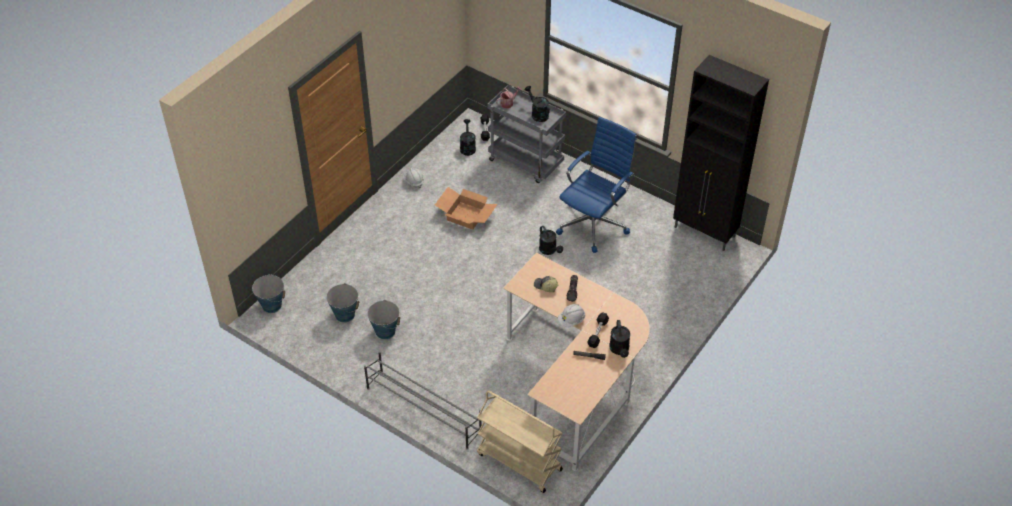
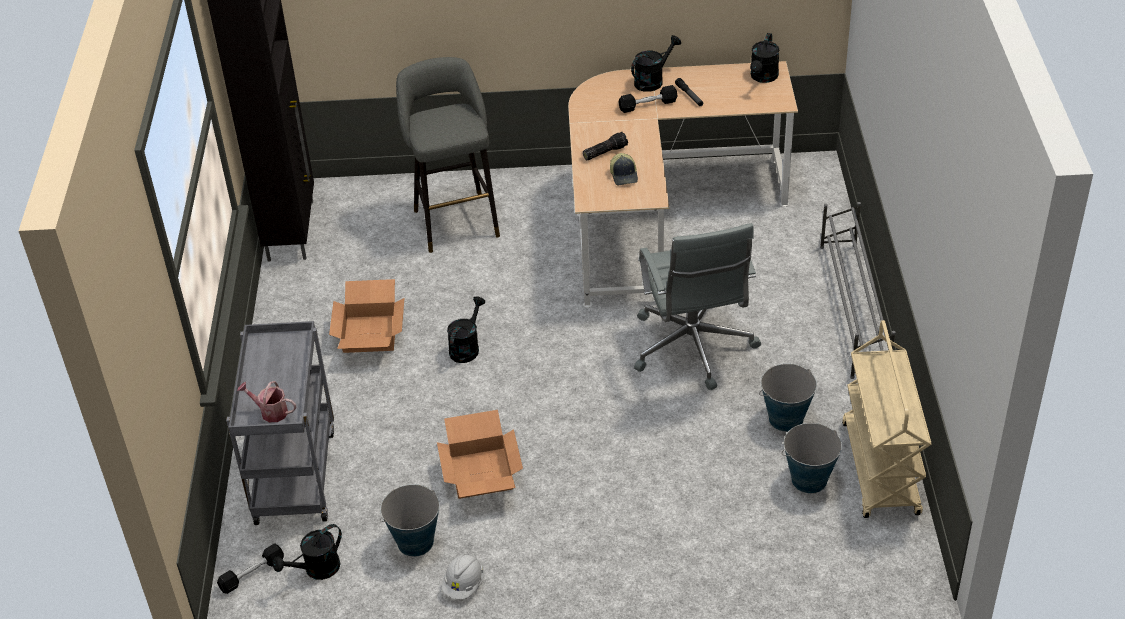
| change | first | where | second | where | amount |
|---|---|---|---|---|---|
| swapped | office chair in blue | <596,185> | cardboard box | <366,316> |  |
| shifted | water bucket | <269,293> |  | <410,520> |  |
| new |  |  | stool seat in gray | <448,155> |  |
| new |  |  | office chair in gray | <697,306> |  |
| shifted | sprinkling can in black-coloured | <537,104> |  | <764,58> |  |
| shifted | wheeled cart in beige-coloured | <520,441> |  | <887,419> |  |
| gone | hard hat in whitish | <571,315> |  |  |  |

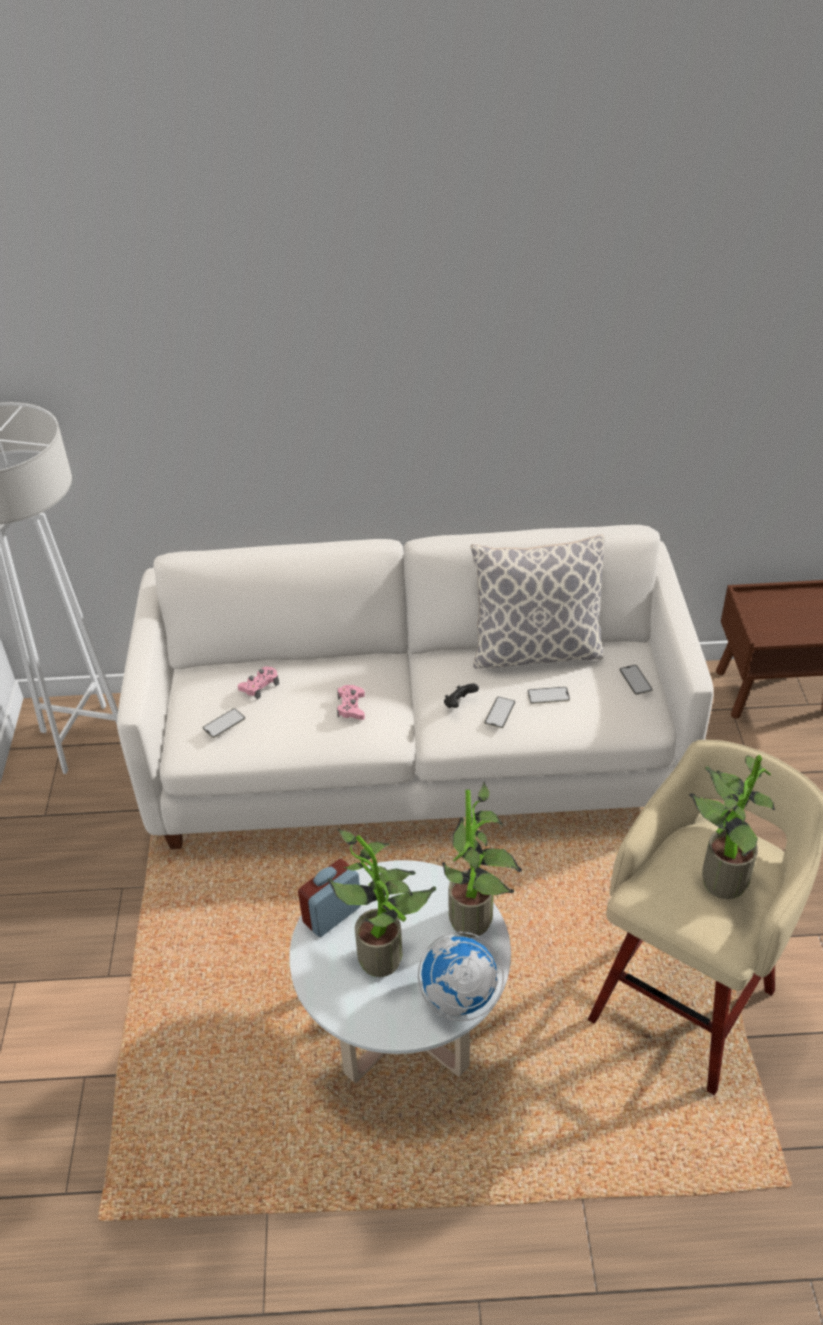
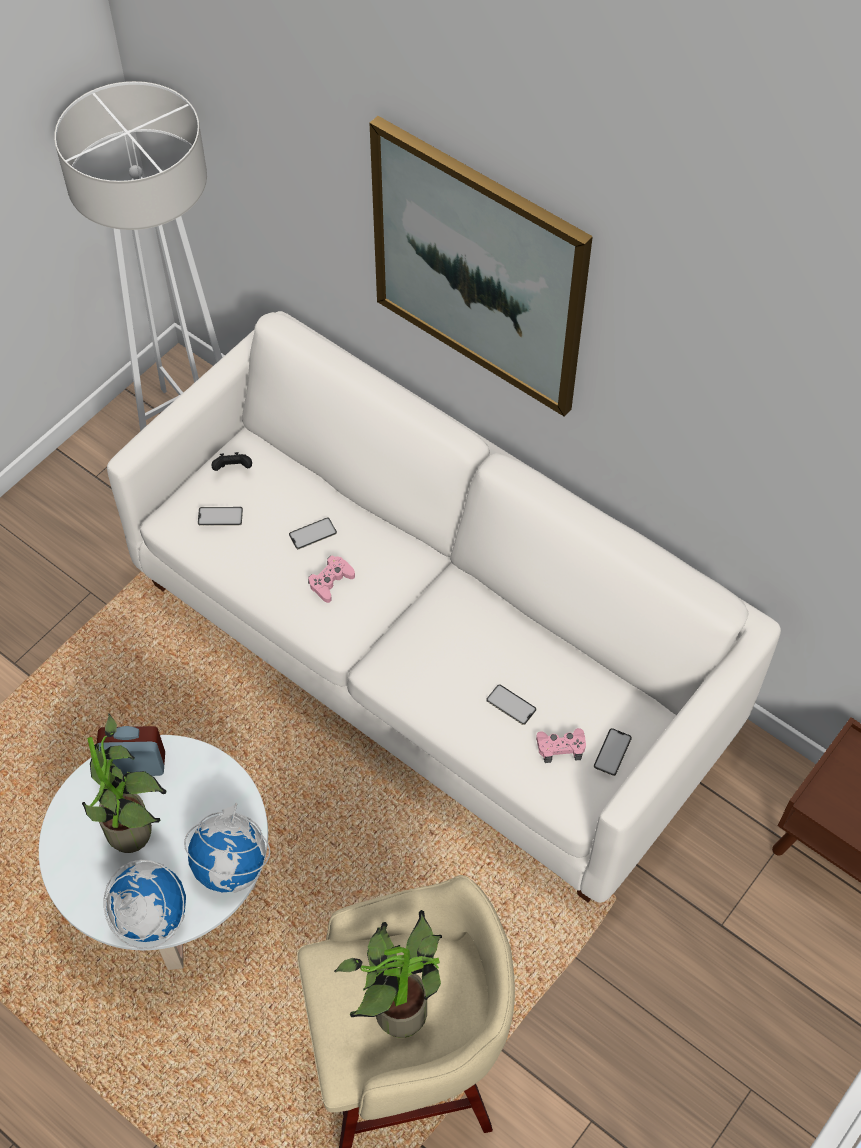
| change | first | where | second | where | amount |
|---|---|---|---|---|---|
| swapped | potted plant | <482,859> | world globe | <227,848> |  |
| shifted | gamepad in black-coloured | <461,696> |  | <232,461> |  |
| shifted | telephone | <499,712> |  | <313,533> |  |
| new |  |  | wall art | <481,266> |  |
| shifted | gamepad in pinkish | <258,682> |  | <561,745> |  |
| gone | pillow | <538,601> |  |  |  |

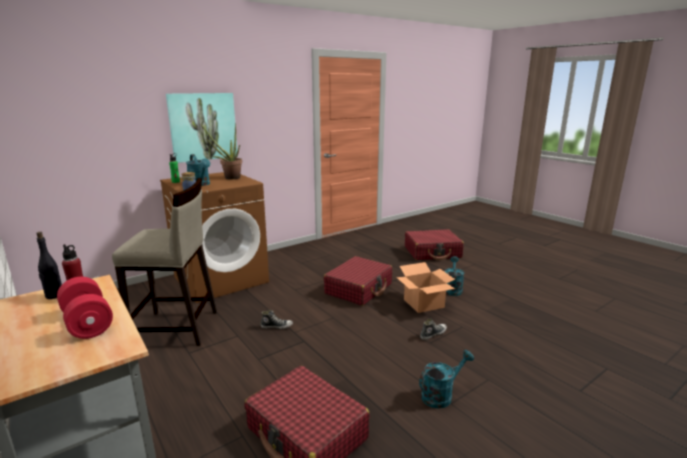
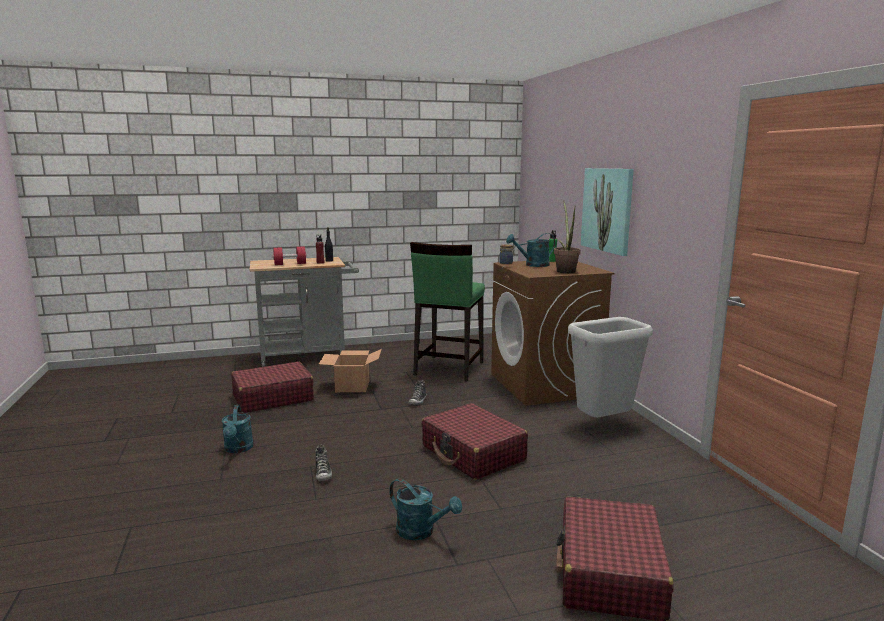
| change | first | where | second | where | amount |
|---|---|---|---|---|---|
| shifted | cardboard box | <425,287> |  | <350,370> |  |
| repainted | stool seat in beige-coloured | <164,262> | stool seat in greenish | <447,311> |  |
| new |  |  | waste bin in gray | <610,367> |  |

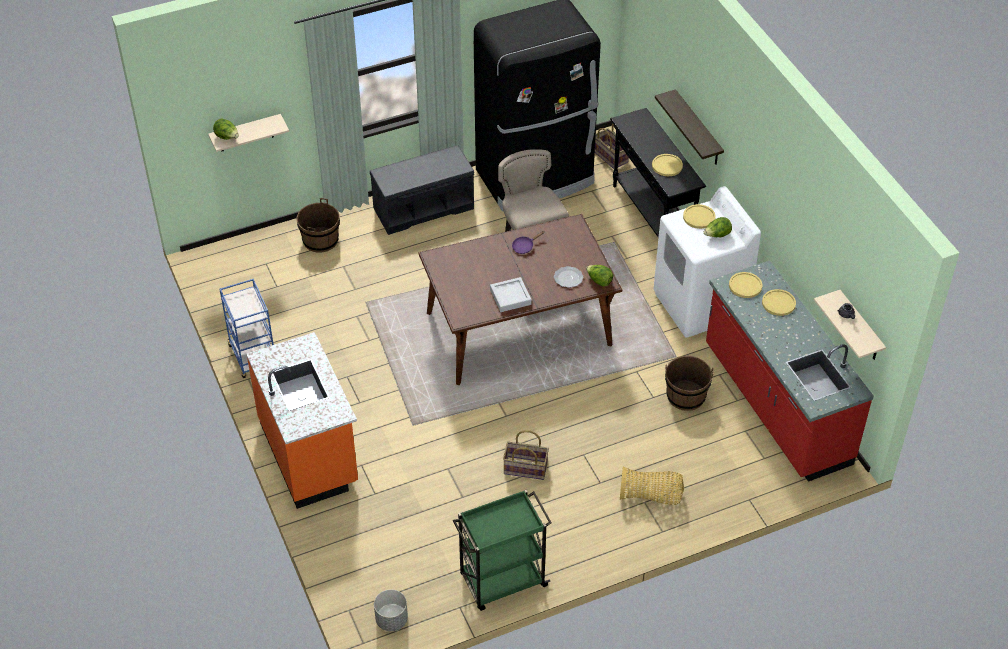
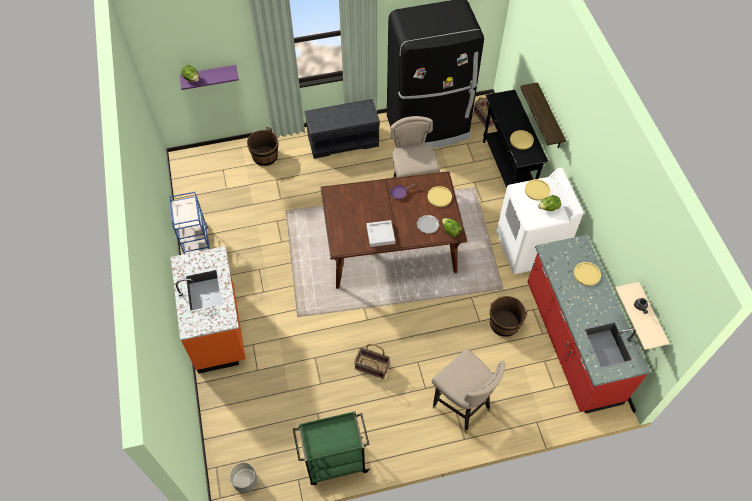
| change | first | where | second | where | amount |
|---|---|---|---|---|---|
| repainted | wall shelf in beige-coloured | <248,133> | wall shelf in purplish | <209,77> |  |
| shifted | dinner plate in yellow-coloured | <745,285> |  | <439,196> |  |
| swapped | storage basket | <652,485> | stool seat in beige-coloured | <468,391> |  |

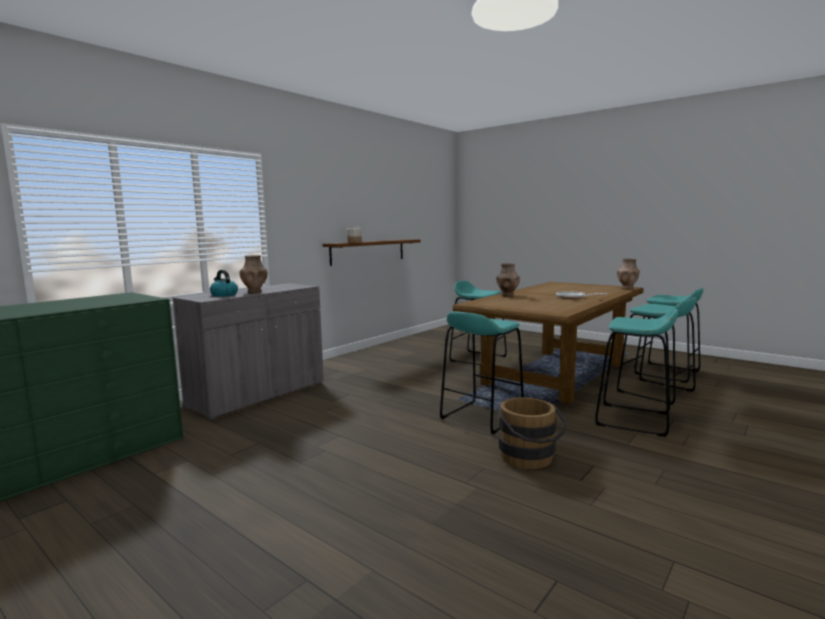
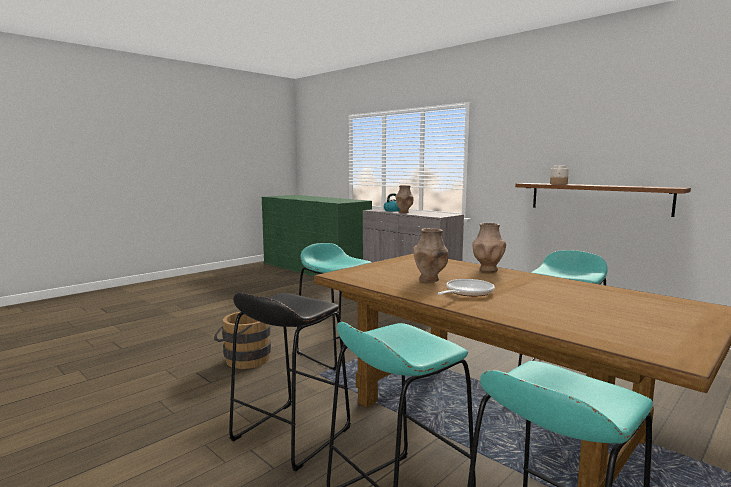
| change | first | where | second | where | amount |
|---|---|---|---|---|---|
| repainted | stool seat in blue-green | <637,372> | stool seat in black-coloured | <290,381> |  |
| shifted | vase in brown-coloured | <628,274> |  | <430,255> |  |

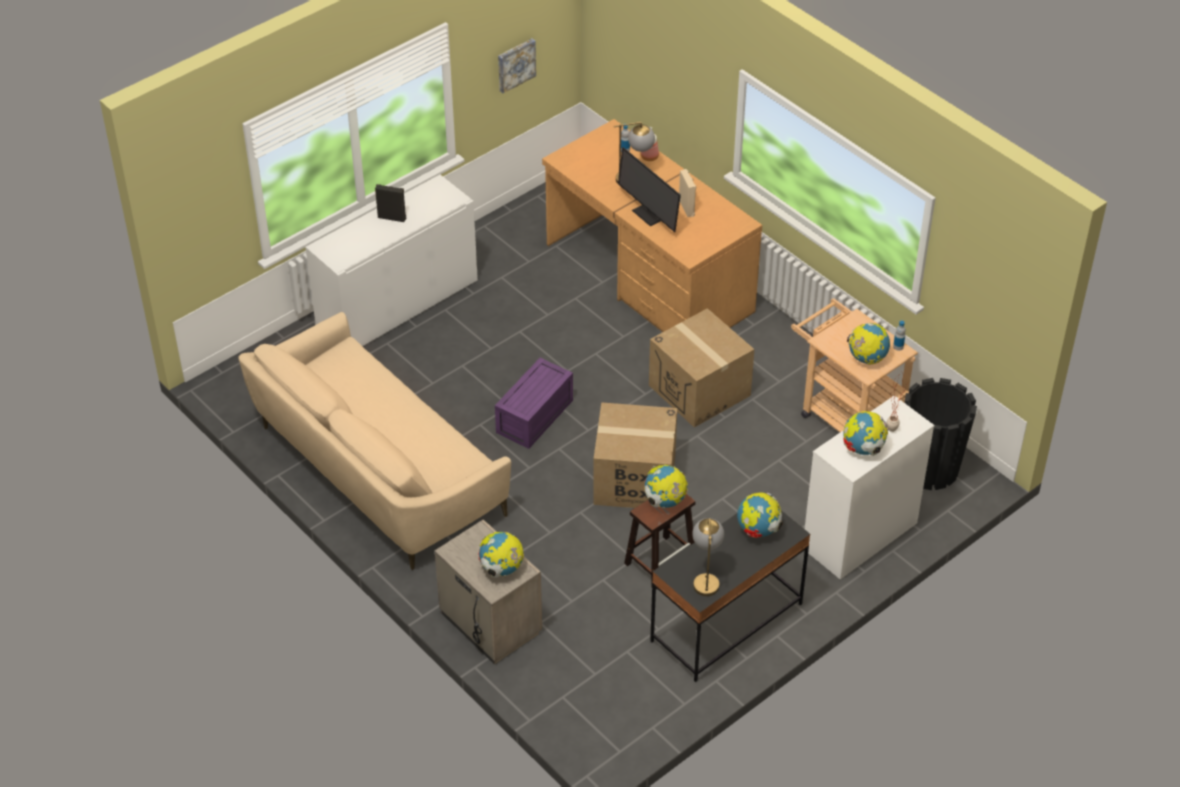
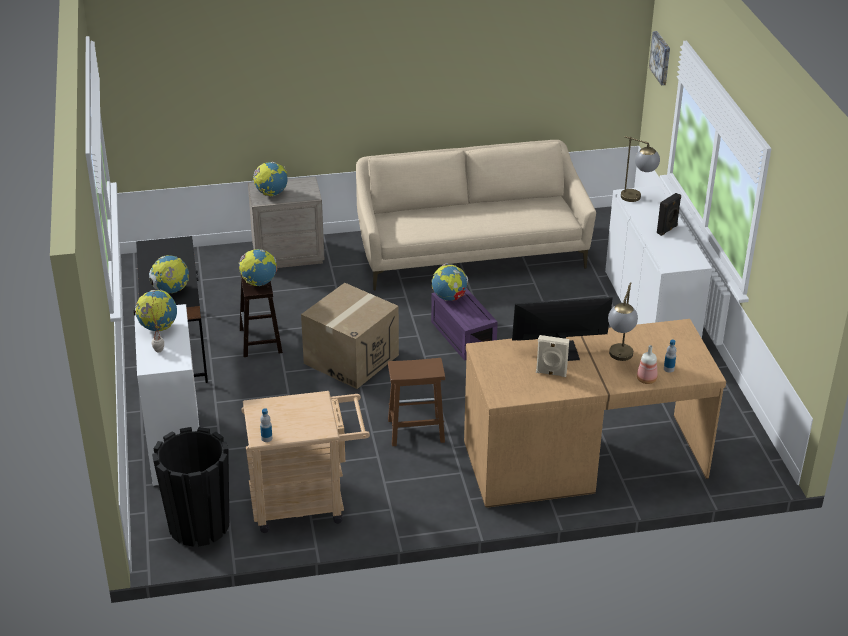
| change | first | where | second | where | amount |
|---|---|---|---|---|---|
| swapped | cardboard box | <701,368> | stool seat in brown-coloured | <416,402> |  |
| shifted | world globe | <868,343> |  | <450,282> |  |
| shifted | table lamp | <708,557> |  | <640,169> |  |
| shifted | wall art | <517,66> |  | <659,58> |  |

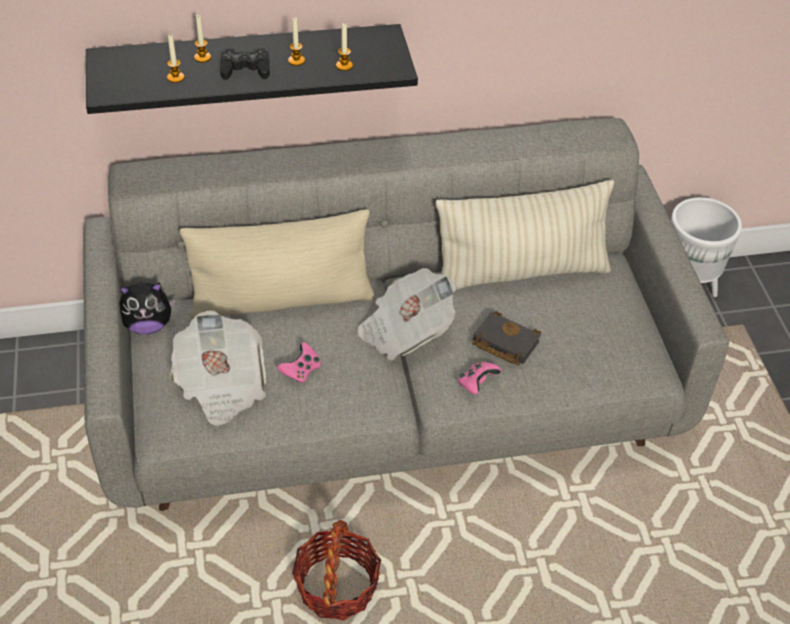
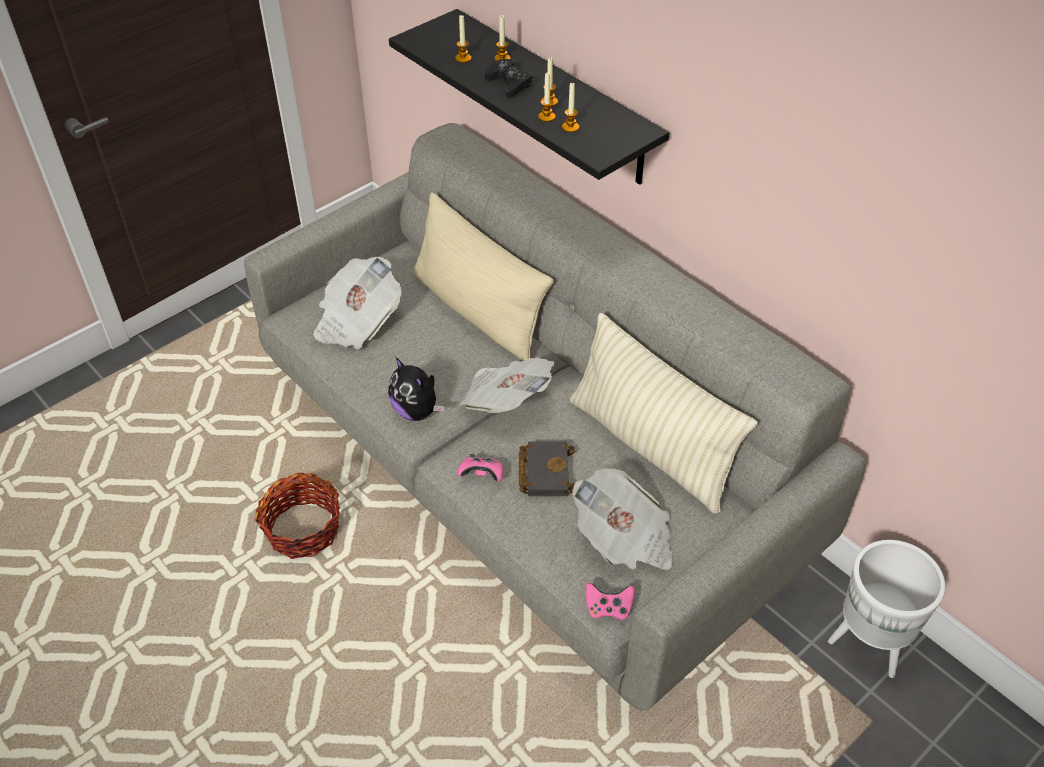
| change | first | where | second | where | amount |
|---|---|---|---|---|---|
| shifted | cuddly toy | <147,308> |  | <416,389> |  |
| new |  |  | wax candle | <546,97> |  |
| new |  |  | newspaper | <623,519> |  |
| shifted | gamepad in pinkish | <299,362> |  | <610,601> |  |

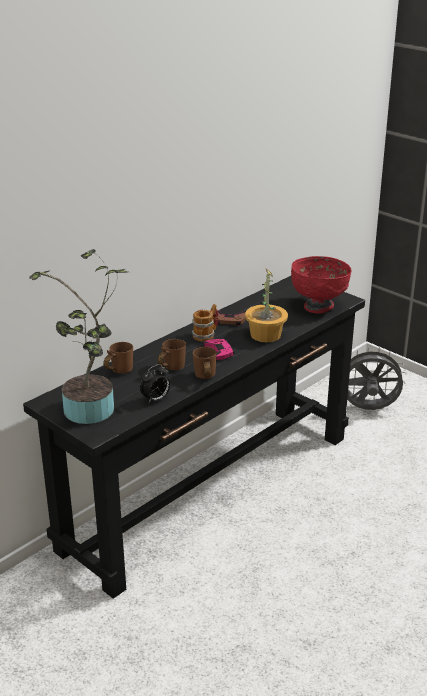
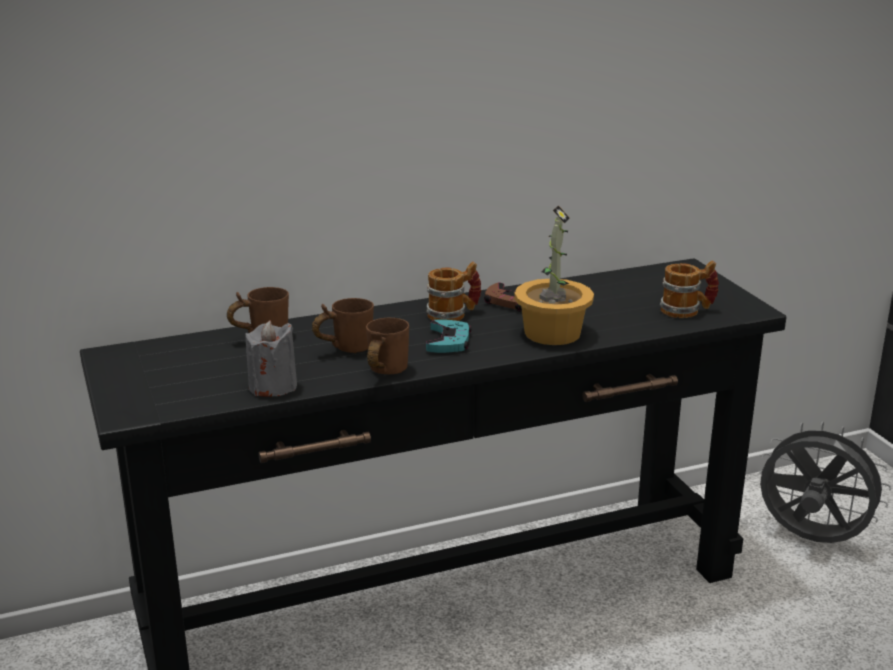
| change | first | where | second | where | amount |
|---|---|---|---|---|---|
| swapped | bedside clock | <155,383> | wax candle in gray | <271,358> |  |
| repainted | gamepad in pinkish | <219,349> | gamepad in blue-green | <448,336> |  |
| swapped | deep dish in red | <321,284> | coffee mug | <689,289> |  |
| gone | potted plant | <78,336> |  |  |  |

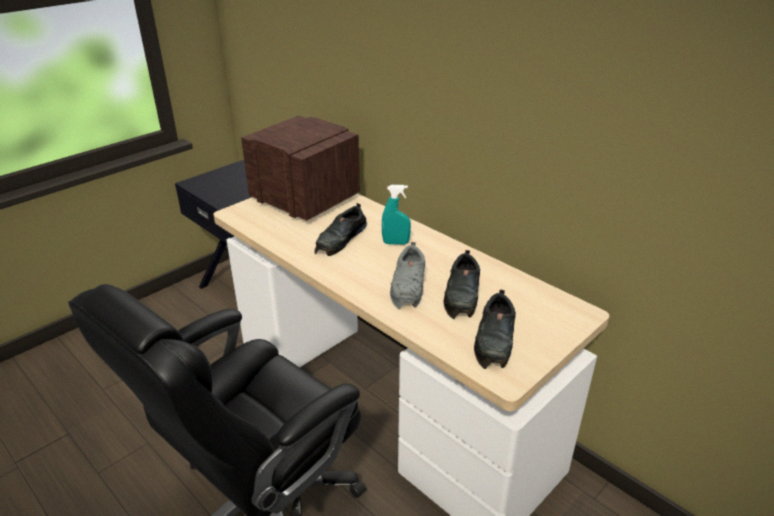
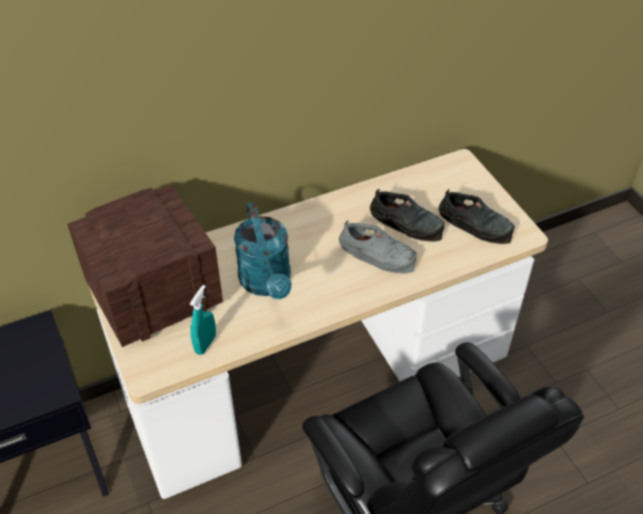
| change | first | where | second | where | amount |
|---|---|---|---|---|---|
| shifted | spray bottle in blue-green | <396,215> |  | <203,320> |  |
| swapped | item of footwear in black-coloured | <340,229> | sprinkling can in blue-green | <263,250> |  |

